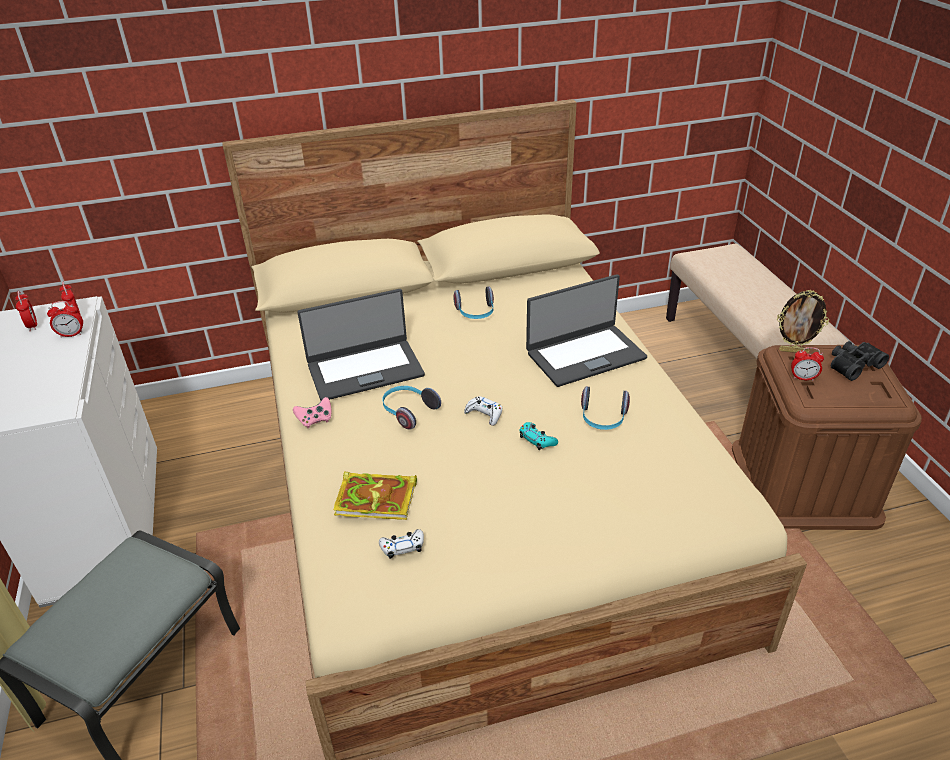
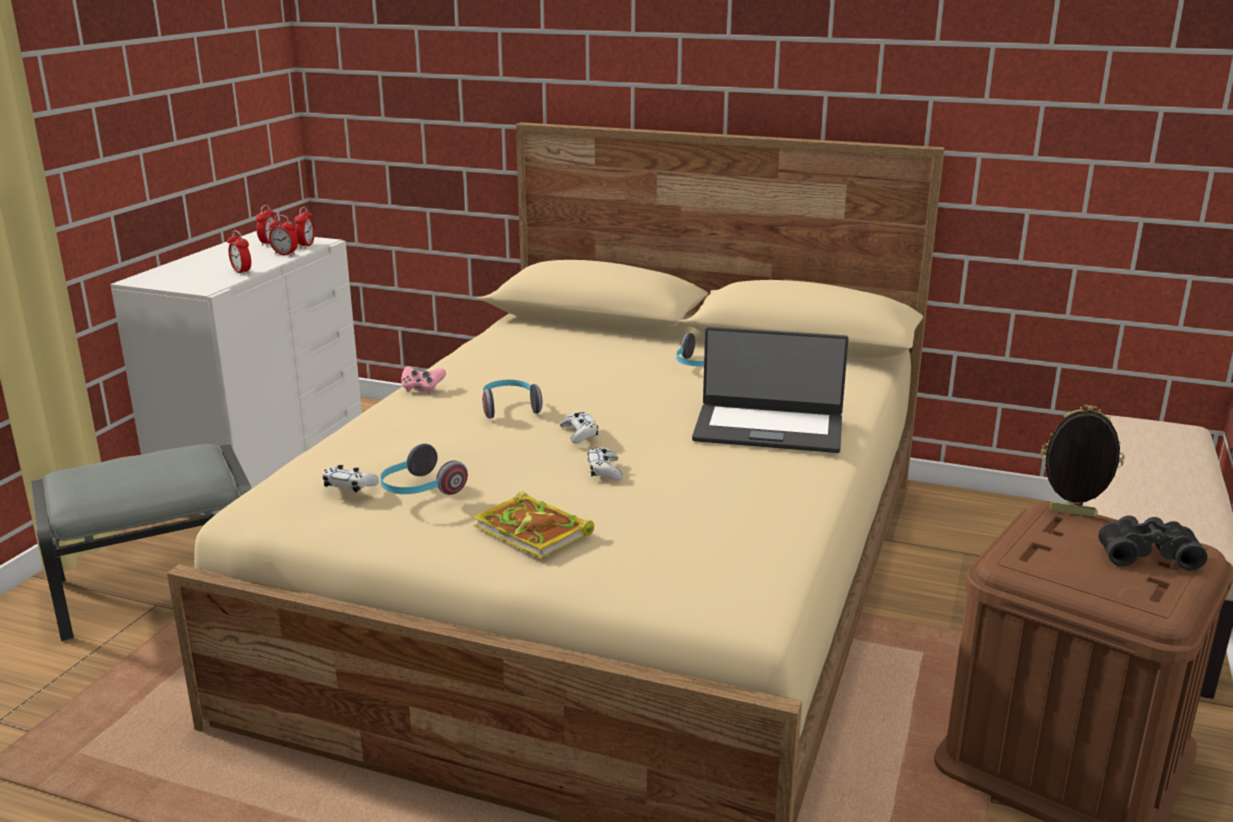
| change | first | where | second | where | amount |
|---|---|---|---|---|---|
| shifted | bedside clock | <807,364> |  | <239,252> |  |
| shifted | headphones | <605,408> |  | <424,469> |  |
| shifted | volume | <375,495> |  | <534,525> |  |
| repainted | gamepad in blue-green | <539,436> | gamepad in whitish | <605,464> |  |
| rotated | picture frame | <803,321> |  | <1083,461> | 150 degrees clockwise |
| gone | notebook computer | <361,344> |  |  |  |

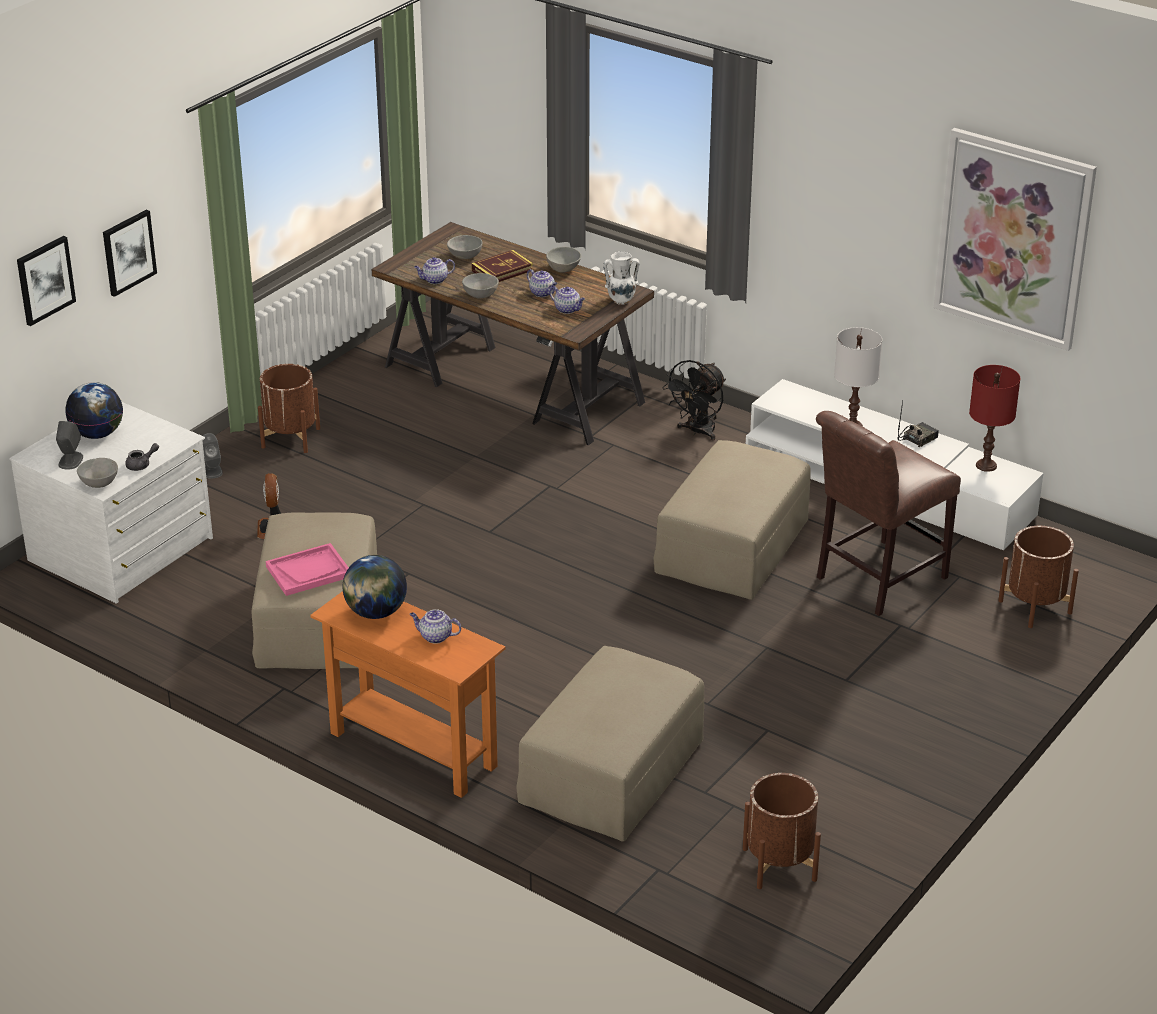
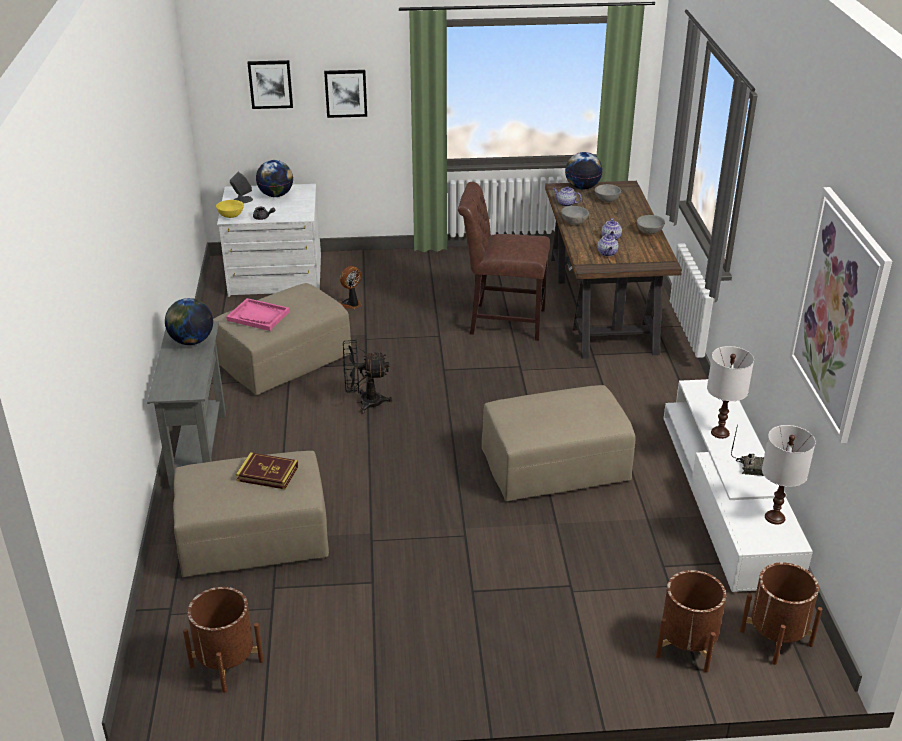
| change | first | where | second | where | amount |
|---|---|---|---|---|---|
| repainted | hall table in orange | <408,694> | hall table in gray | <186,406> |  |
| repainted | deep dish in gray | <97,473> | deep dish in yellow-coloured | <230,209> |  |
| shifted | volume | <502,266> |  | <267,470> |  |
| shifted | fan in black-coloured | <694,400> |  | <368,377> |  |
| shifted | plain chair in brown-coloured | <888,513> |  | <504,261> |  |
| new |  |  | world globe | <583,170> |  |
| shifted | plant pot in brown-coloured | <289,408> |  | <781,613> |  |
| repainted | table lamp in red | <994,418> | table lamp in whitish | <789,475> |  |
| gone | loudspeaker in gray | <212,456> |  |  |  |
| gone | pot for tea | <435,626> |  |  |  |
| gone | vase in whitish | <621,278> |  |  |  |

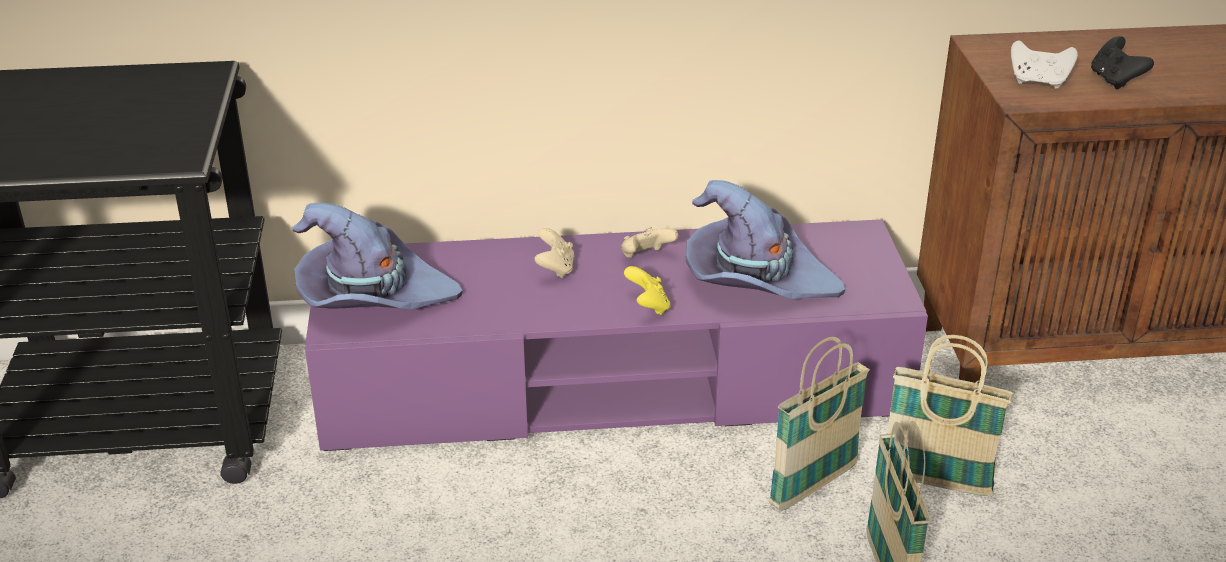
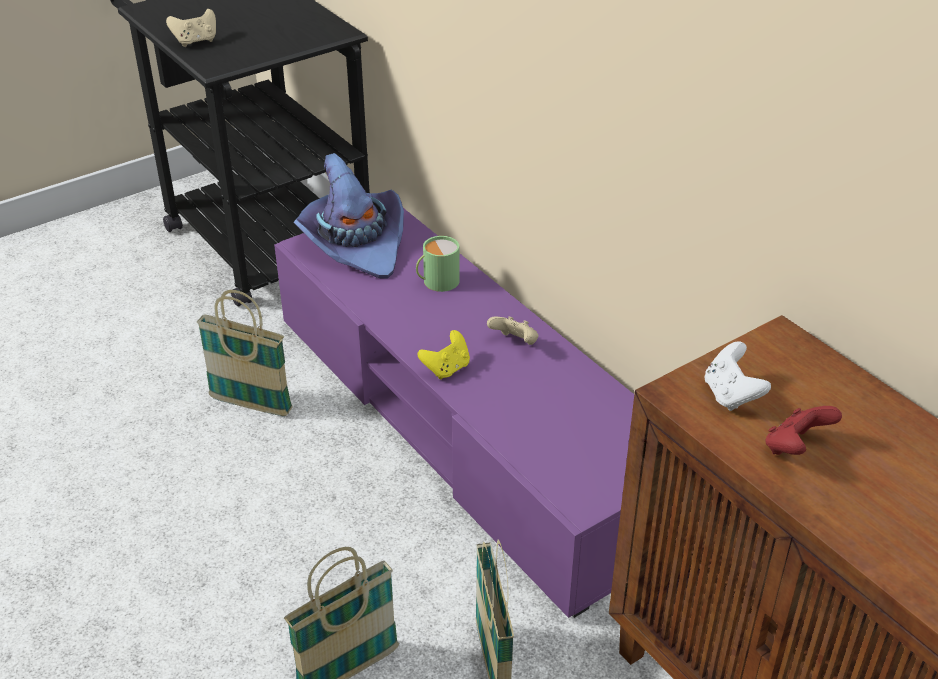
| change | first | where | second | where | amount |
|---|---|---|---|---|---|
| shifted | gamepad in beige-coloured | <554,253> |  | <191,28> |  |
| shifted | storage basket | <819,424> |  | <245,353> |  |
| new |  |  | coffee mug in greenish | <438,264> |  |
| repainted | gamepad in black-coloured | <1122,63> | gamepad in red | <803,430> |  |
| gone | wearable hat in purplish | <765,240> |  |  |  |

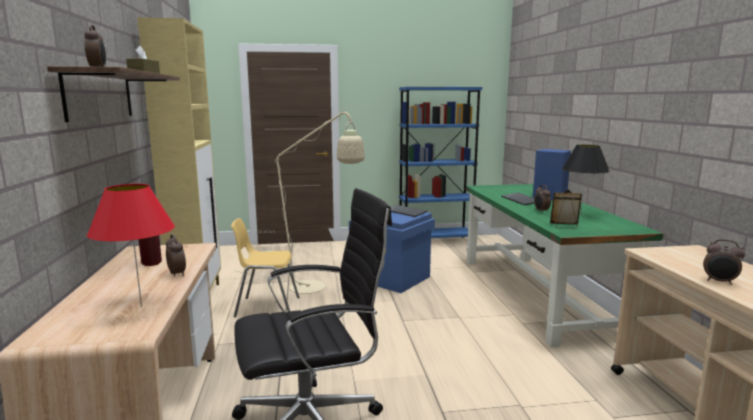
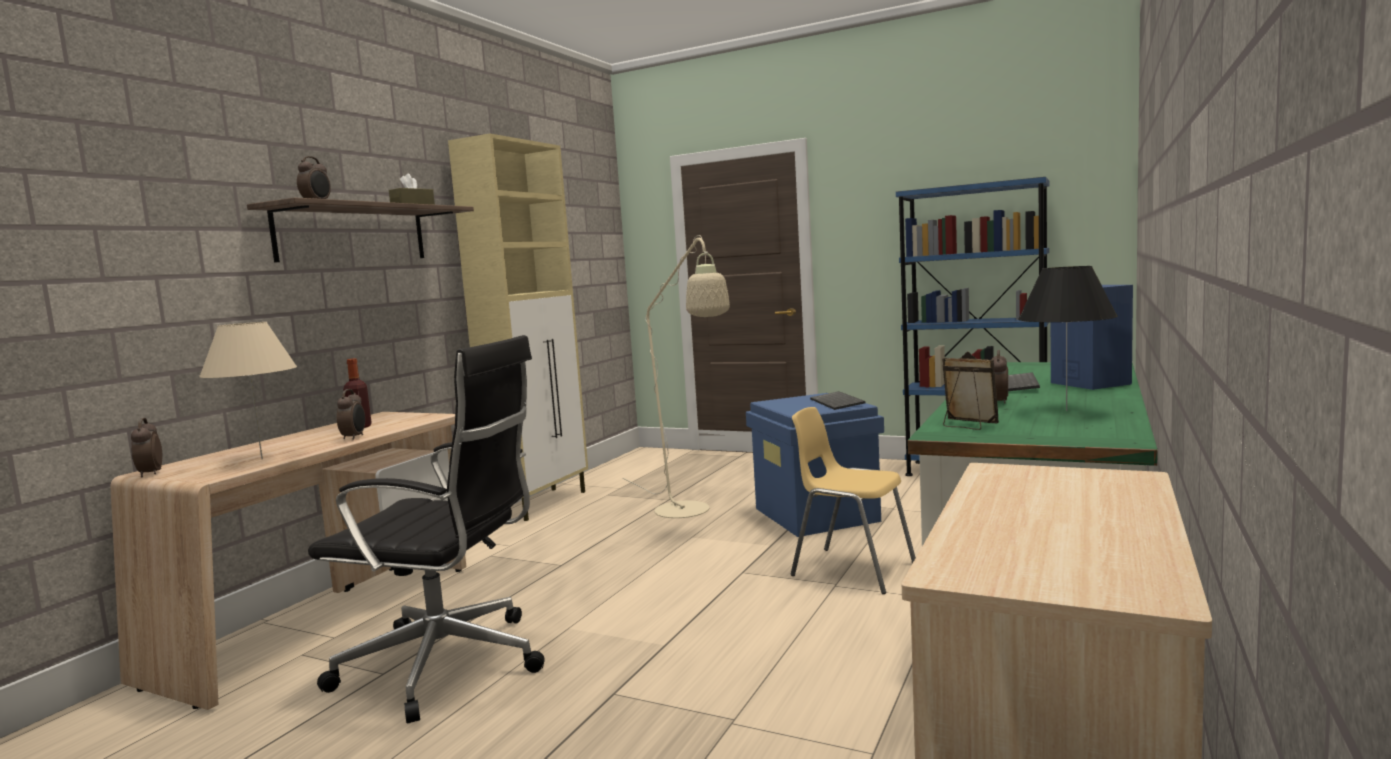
| change | first | where | second | where | amount |
|---|---|---|---|---|---|
| shifted | bedside clock | <724,262> |  | <146,447> |  |
| repainted | table lamp in red | <131,245> | table lamp in beige-coloured | <248,390> |  |
| shifted | plain chair in yellow-coloured | <265,267> |  | <853,500> |  |

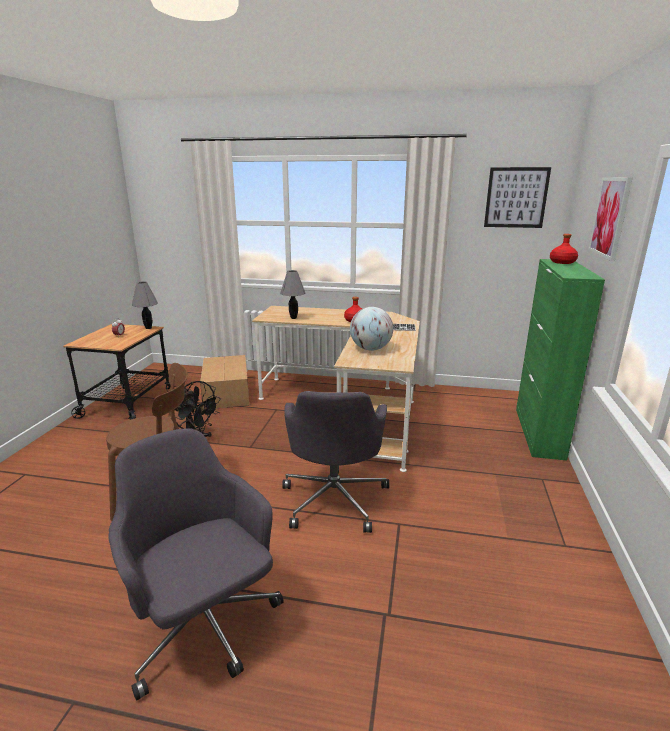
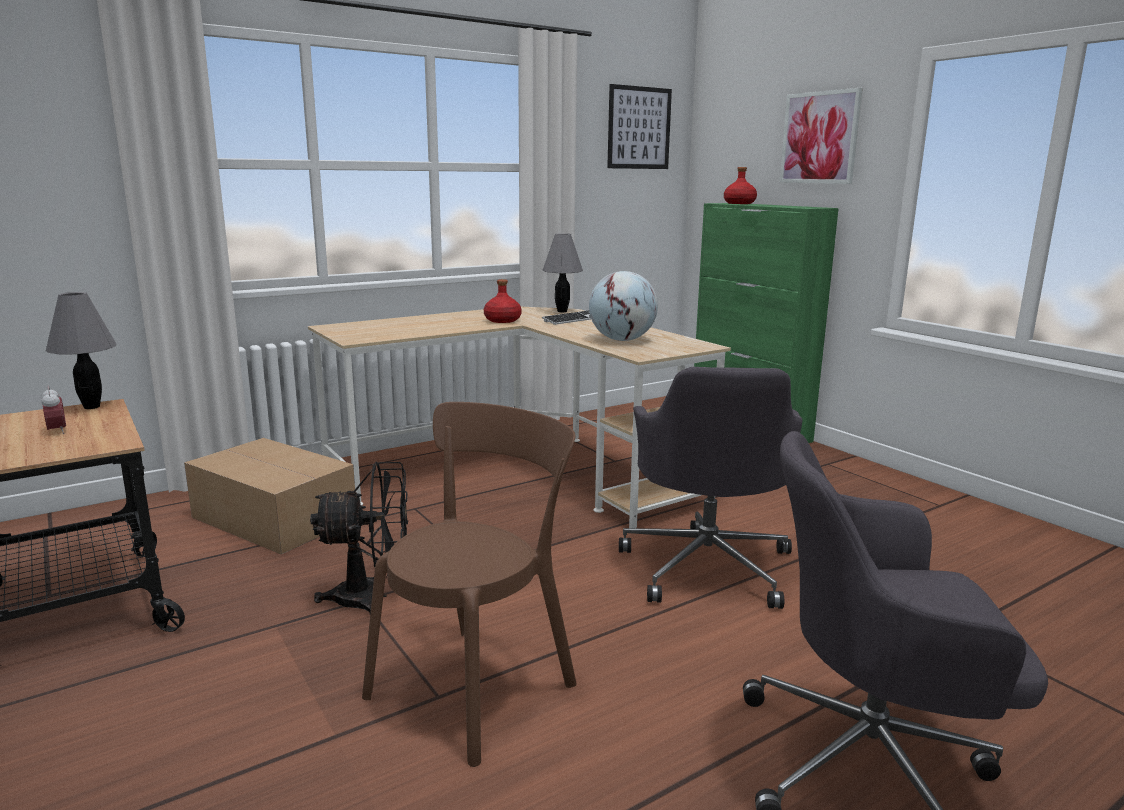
| change | first | where | second | where | amount |
|---|---|---|---|---|---|
| shifted | table lamp in gray | <292,294> |  | <562,272> |  |
| rotated | office chair in gray | <335,462> |  | <710,488> | 45 degrees clockwise |

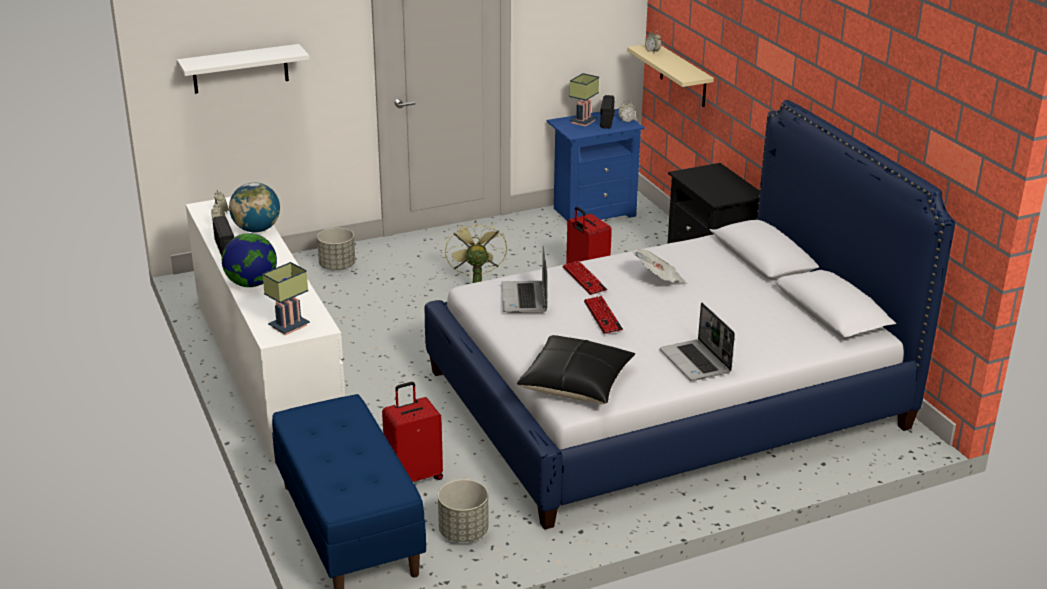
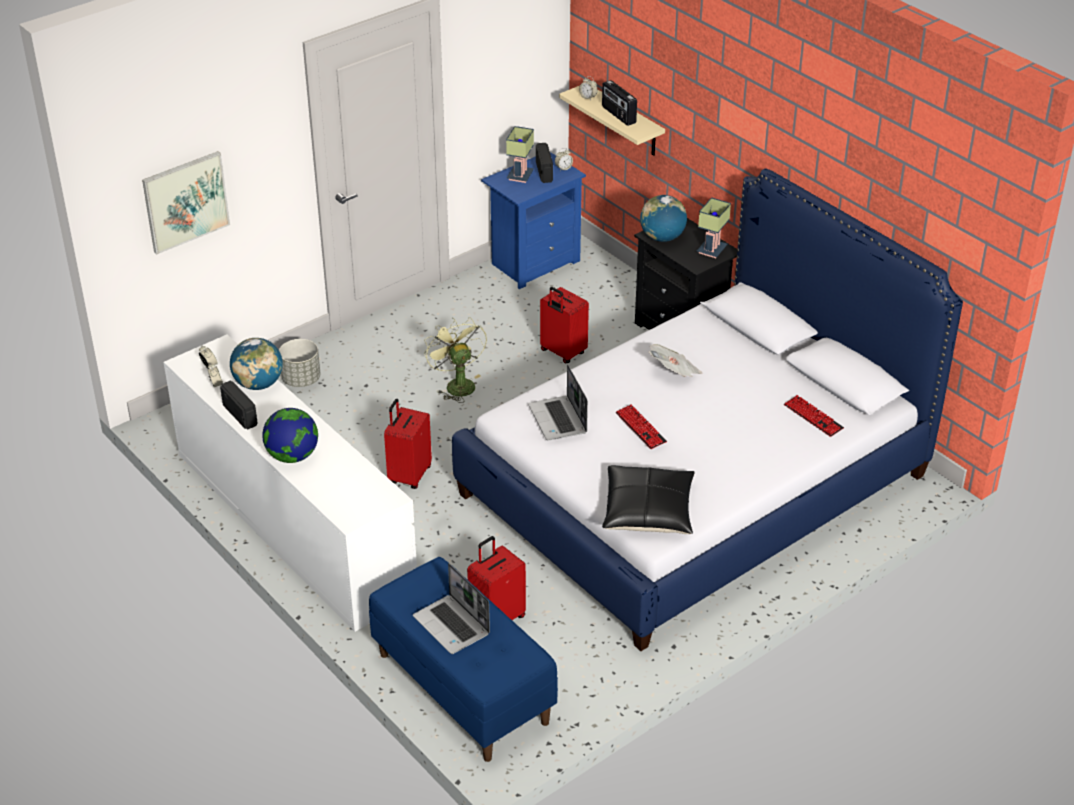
| change | first | where | second | where | amount |
|---|---|---|---|---|---|
| swapped | wall shelf in whitish | <243,69> | wall art | <186,202> |  |
| new |  |  | suitcase in red | <408,444> |  |
| shifted | notebook computer | <697,342> |  | <451,608> |  |
| new |  |  | radio receiver | <619,103> |  |
| new |  |  | world globe | <663,218> |  |
| shifted | table lamp | <286,298> |  | <714,227> |  |
| shifted | keyboard | <584,277> |  | <814,416> |  |
| gone | plant pot in gray | <463,510> |  |  |  |

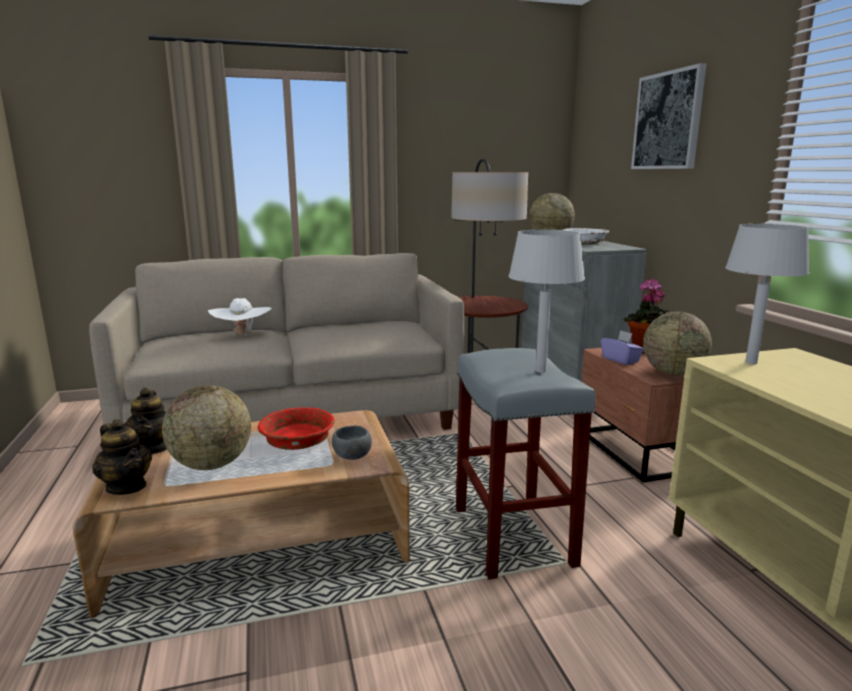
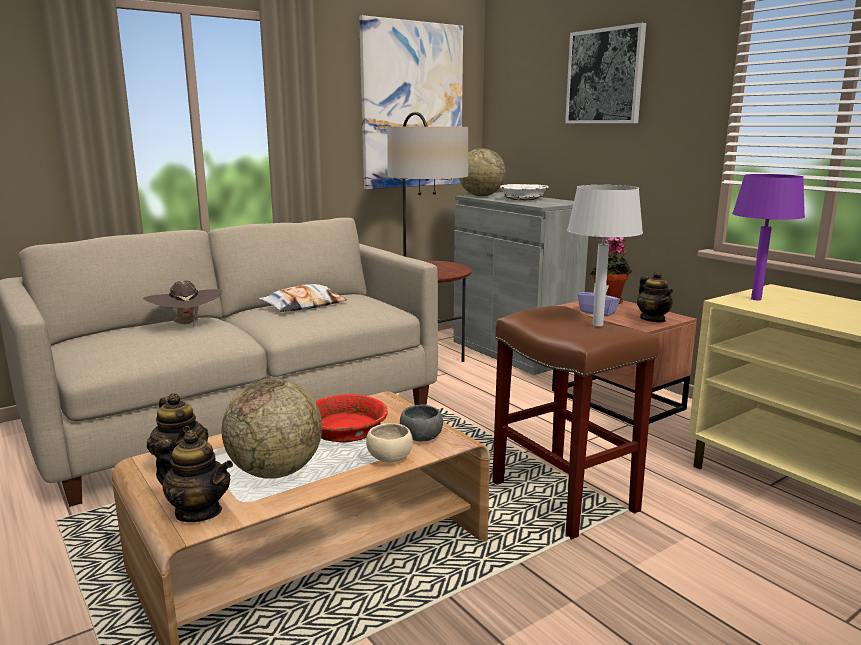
| change | first | where | second | where | amount |
|---|---|---|---|---|---|
| repainted | wearable hat in whitish | <240,317> | wearable hat in brown-coloured | <182,303> |  |
| new |  |  | pillow | <303,298> |  |
| new |  |  | wall art | <411,102> |  |
| new |  |  | deep dish in beige-coloured | <389,443> |  |
| repainted | stool seat in gray | <525,463> | stool seat in brown-coloured | <575,423> |  |
| swapped | world globe | <677,343> | pot for tea | <655,296> |  |
| repainted | table lamp in gray | <767,294> | table lamp in purplish | <768,237> |  |

